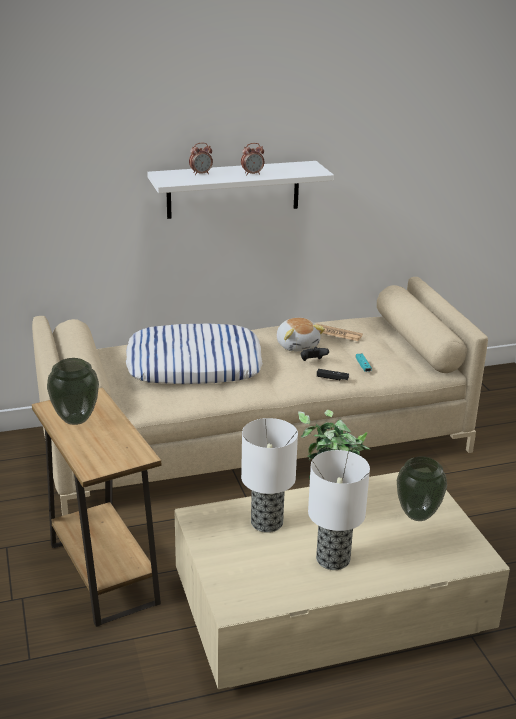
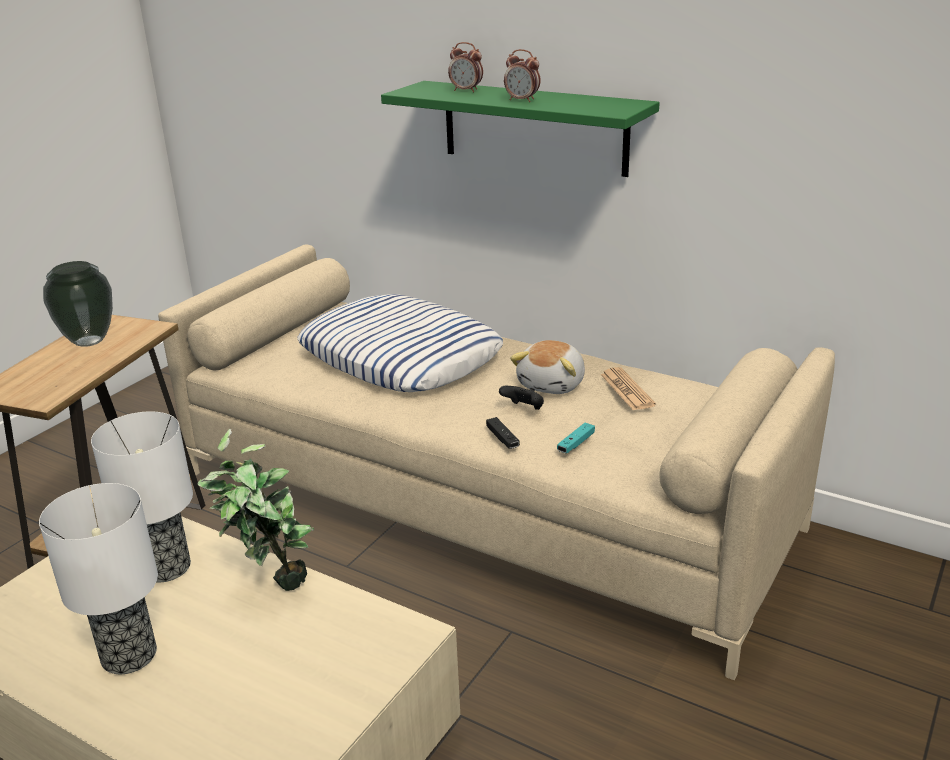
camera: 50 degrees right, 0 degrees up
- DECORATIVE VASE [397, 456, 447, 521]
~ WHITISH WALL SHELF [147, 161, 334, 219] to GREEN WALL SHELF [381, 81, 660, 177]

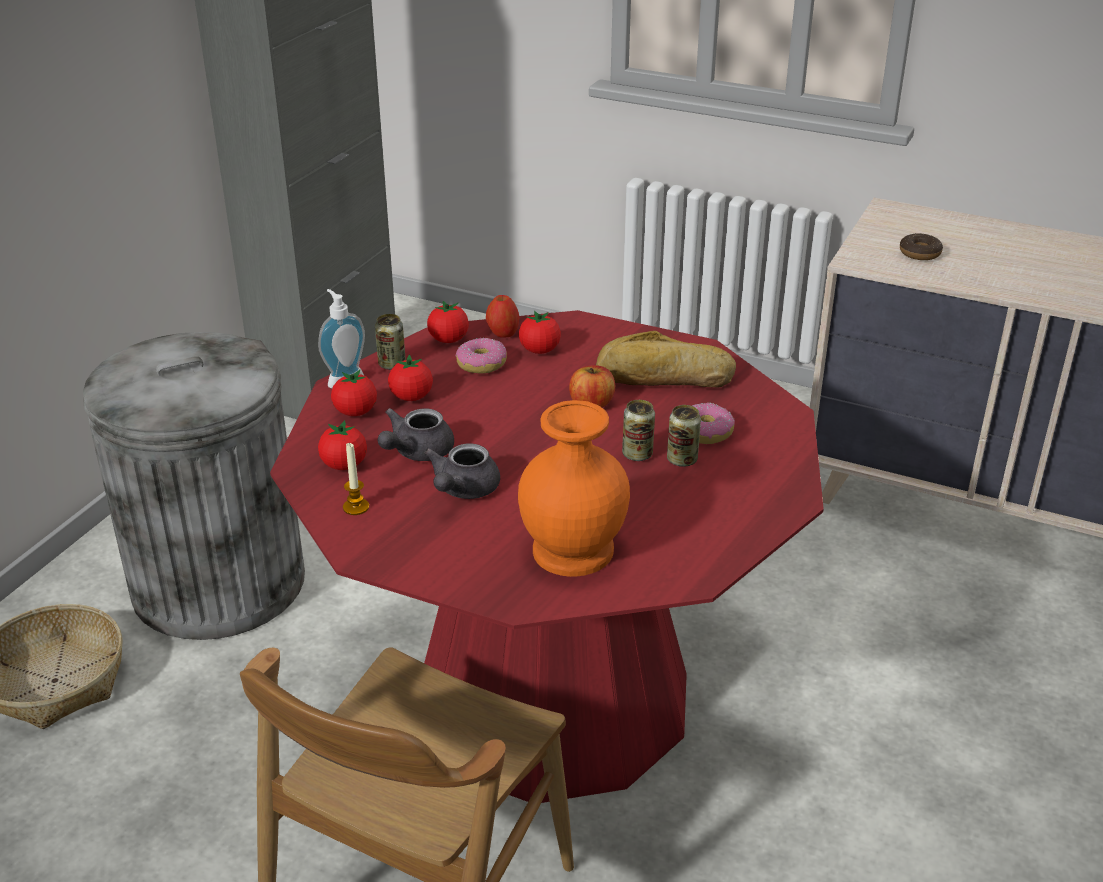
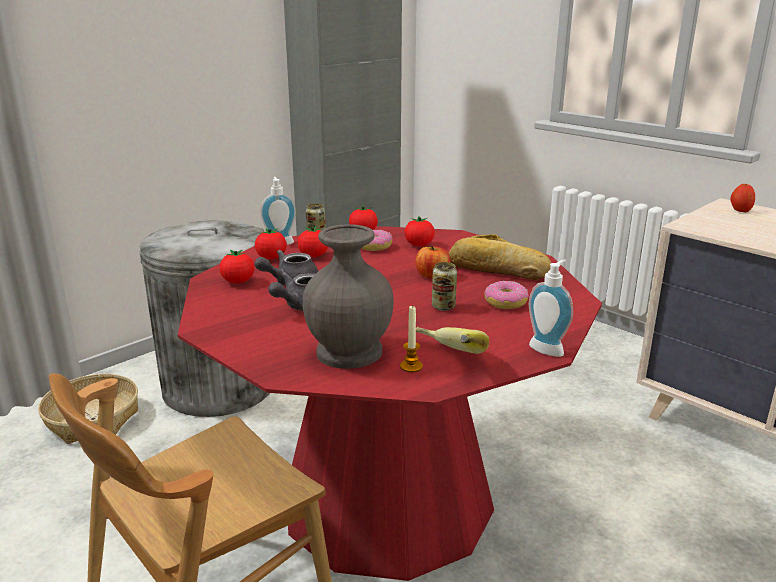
camera: 20 degrees right, 10 degrees down
- CAN [667, 405, 701, 467]
- DOUGHNUT [900, 233, 943, 260]
+ WHOLE BANANA [416, 327, 489, 354]
+ SOAP BOTTLE [529, 260, 573, 357]
~ WAX CANDLE [343, 442, 369, 515] to [400, 305, 423, 372]
~ APPLE FRUIT [486, 295, 519, 338] to [731, 183, 755, 213]
~ ORANGE-COLOURED DECORATIVE VASE [518, 400, 630, 577] to GREYISH DECORATIVE VASE [303, 224, 394, 369]

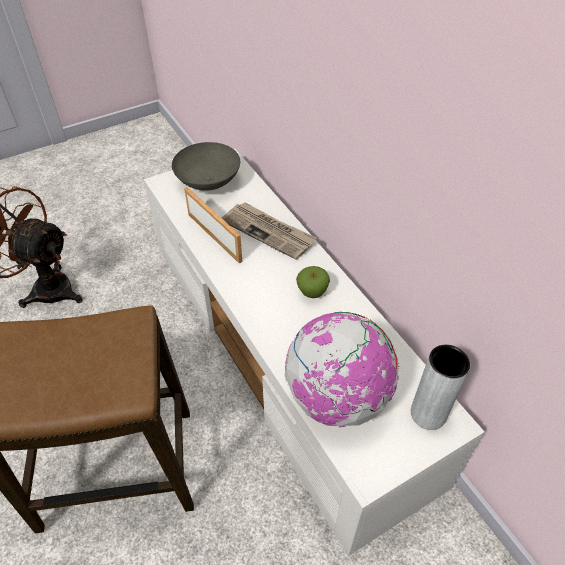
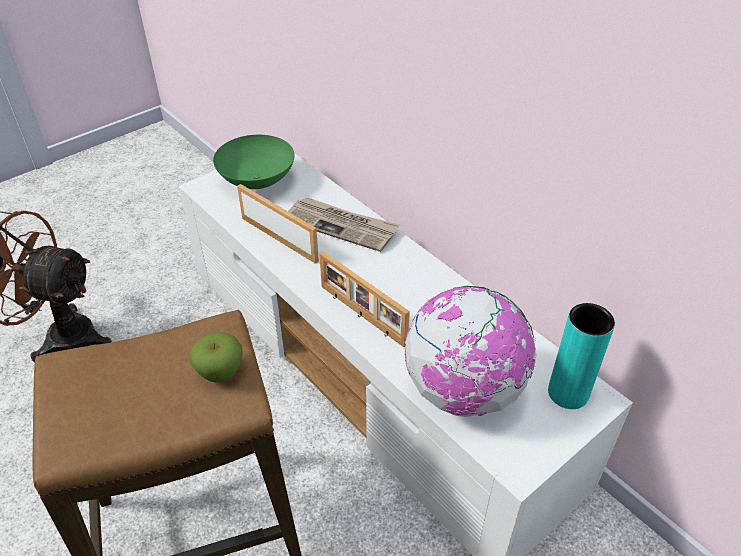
camera: 10 degrees left, 5 degrees down
+ STANDING FRAME [319, 251, 410, 347]
~ APPLE FRUIT [296, 266, 330, 298] to [189, 332, 243, 383]
~ GREYISH SERVING BOWL [172, 142, 240, 191] to GREEN SERVING BOWL [213, 135, 295, 189]
~ GREYISH DECORATIVE VASE [411, 344, 470, 430] to TURQUOISE-COLOURED DECORATIVE VASE [548, 303, 615, 409]

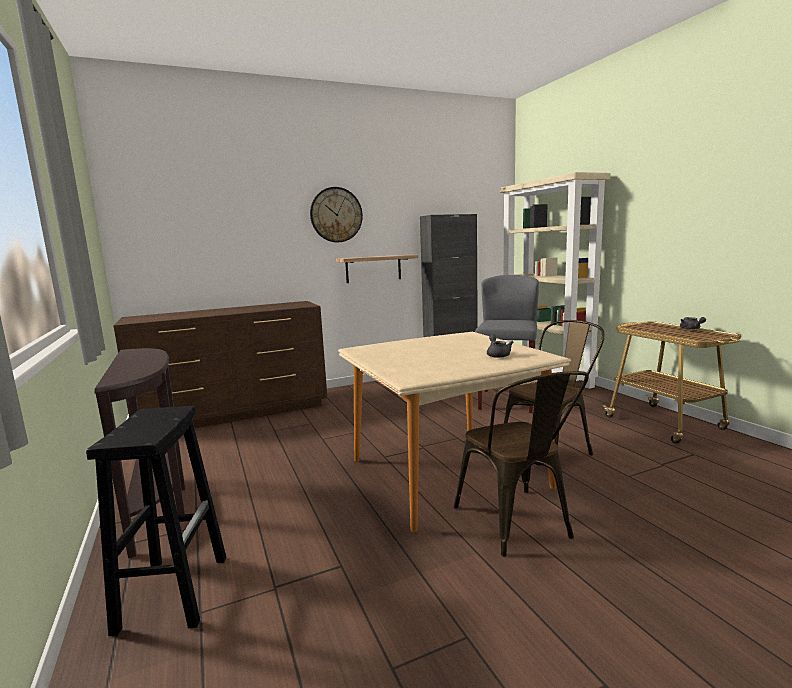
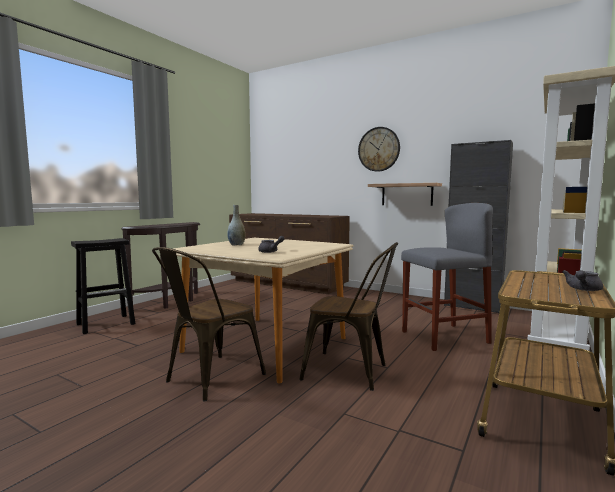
camera: 55 degrees right, 5 degrees down
+ GREYISH DECORATIVE VASE [227, 205, 246, 246]

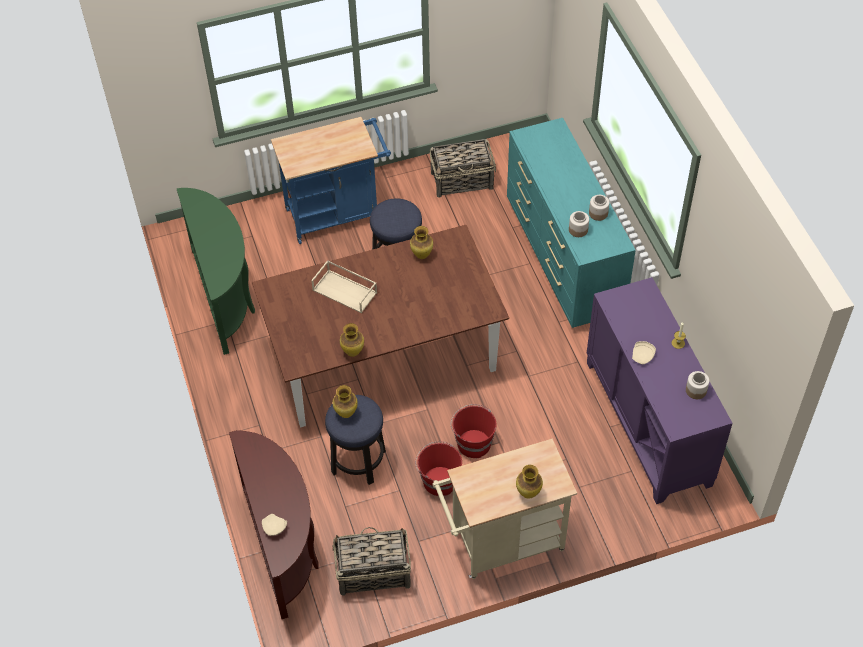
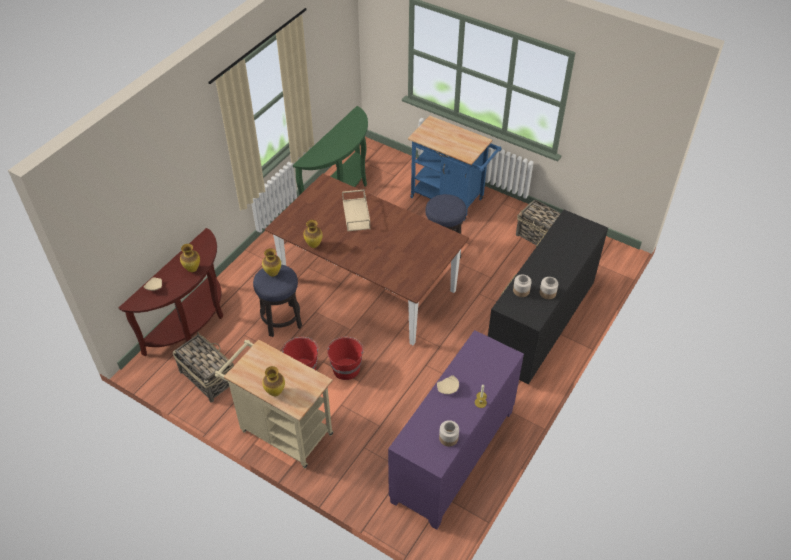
camera: 50 degrees right, 5 degrees down
~ DECORATIVE VASE [410, 226, 433, 259] to [180, 244, 200, 272]
~ TURQUOISE-COLOURED CHEST OF DRAWERS [507, 118, 636, 328] to BLACKISH CHEST OF DRAWERS [488, 210, 608, 384]

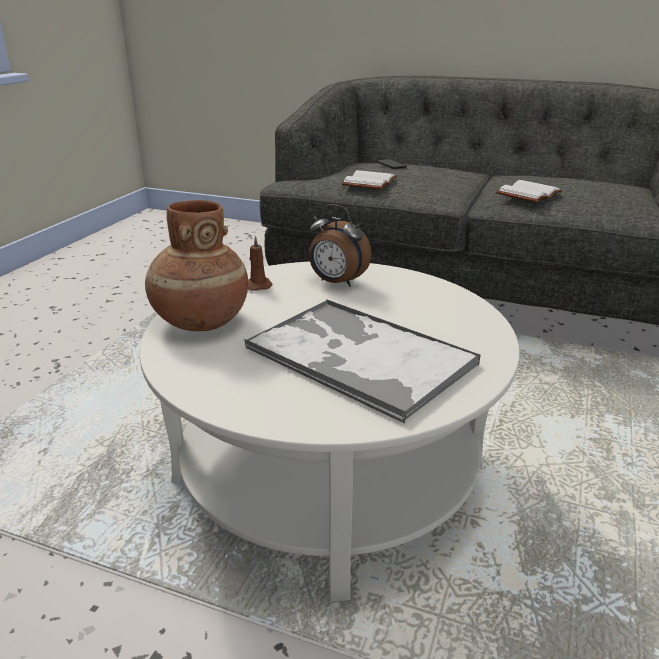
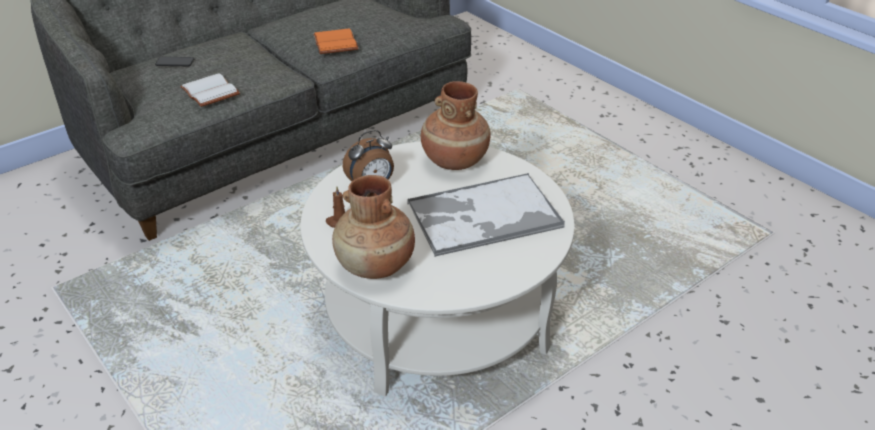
camera: 60 degrees left, 10 degrees up
+ BROWNISH DECORATIVE VASE [421, 81, 491, 170]
~ WHITISH BOOK [496, 180, 562, 203] to ORANGE-COLOURED BOOK [313, 28, 359, 54]

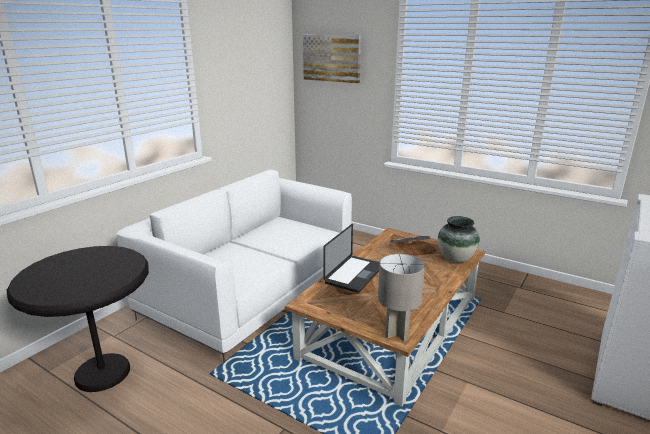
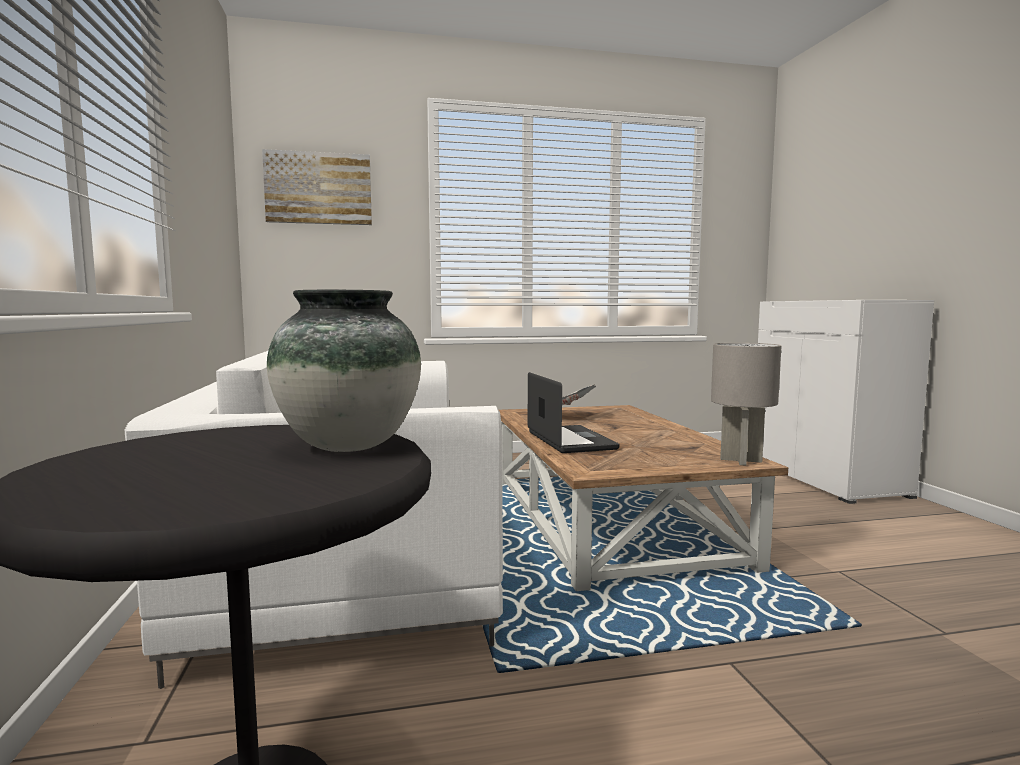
camera: 45 degrees left, 15 degrees down
~ DECORATIVE VASE [438, 216, 480, 263] to [267, 290, 421, 452]

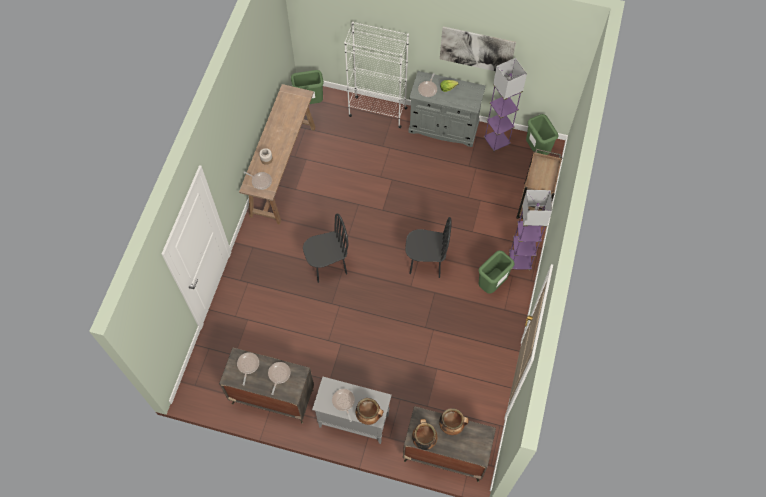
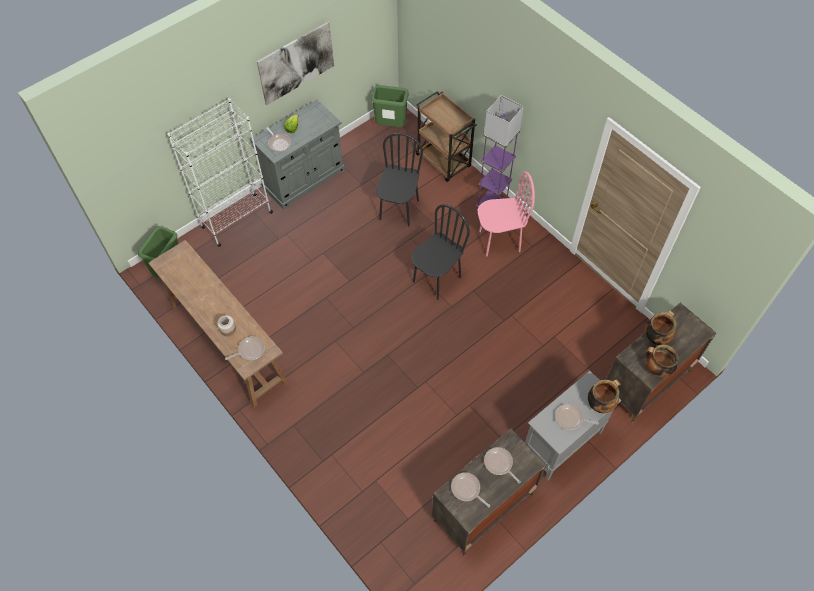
camera: 55 degrees left, 5 degrees down
- PURPLE-COLOURED STANDING LAMP [484, 58, 527, 152]
~ BLACKISH PLAIN CHAIR [303, 214, 348, 283] to [376, 133, 423, 226]
~ GREEN RUBBISH BIN [478, 250, 515, 294] to PINK PLAIN CHAIR [477, 172, 535, 256]

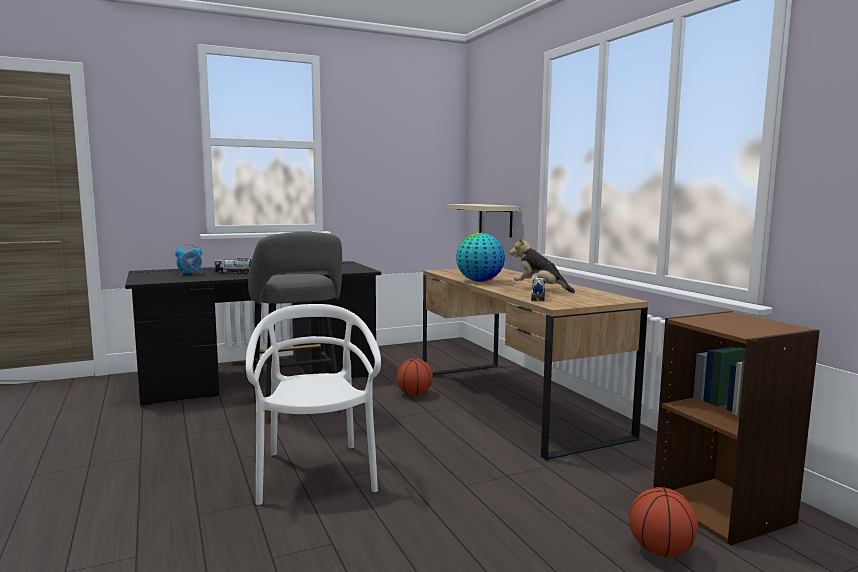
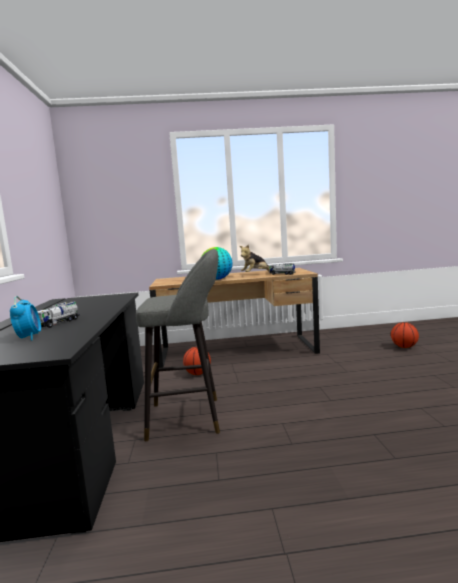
camera: 70 degrees left, 0 degrees up
- WHITISH PLAIN CHAIR [246, 304, 381, 505]
- BEIGE-COLOURED WALL SHELF [446, 204, 519, 237]
- BROWNISH BOOKSHELF [653, 311, 820, 545]

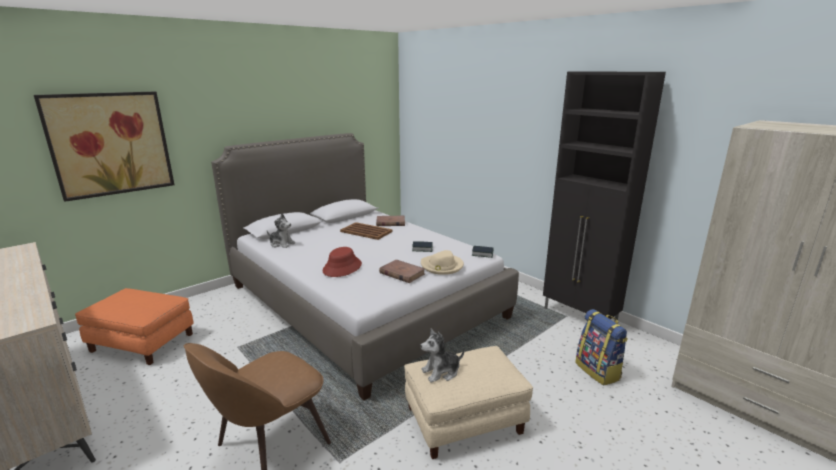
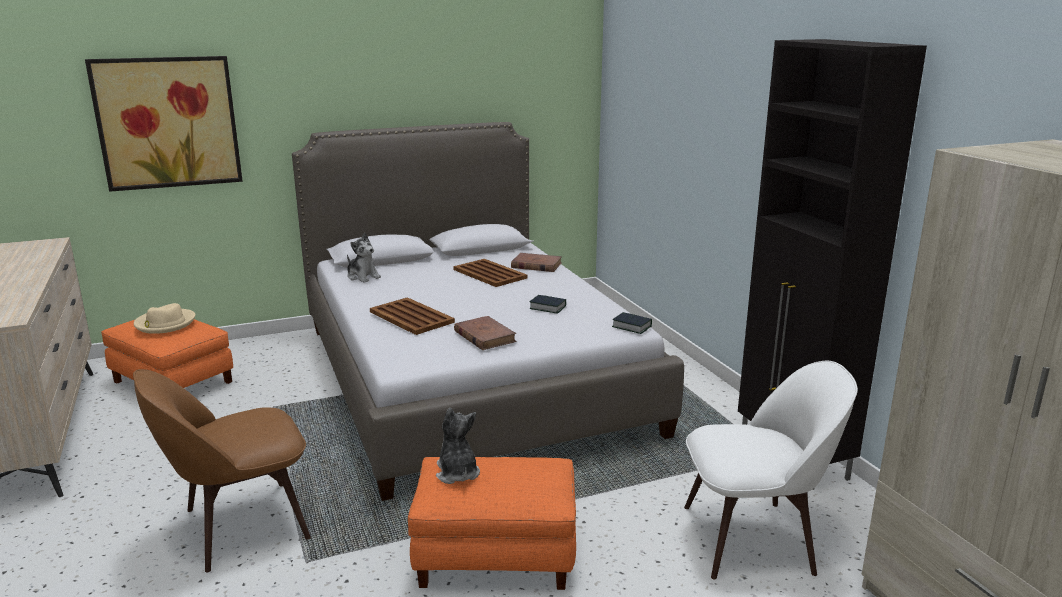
camera: 20 degrees right, 0 degrees up
~ BEIGE-COLOURED CLOTHING HAT [421, 250, 464, 275] to [134, 303, 195, 334]
~ RED CLOTHING HAT [323, 247, 362, 277] to BROWNISH TRAY [370, 297, 455, 335]
~ KNAPSACK [575, 309, 628, 386] to WHITISH PLAIN CHAIR [684, 361, 858, 580]
~ BEIGE-COLOURED FOOTREST [404, 346, 533, 459] to ORANGE-COLOURED FOOTREST [408, 457, 576, 590]
~ CUDDLY TOY [420, 329, 465, 383] = [436, 408, 480, 484] 75 degrees clockwise

